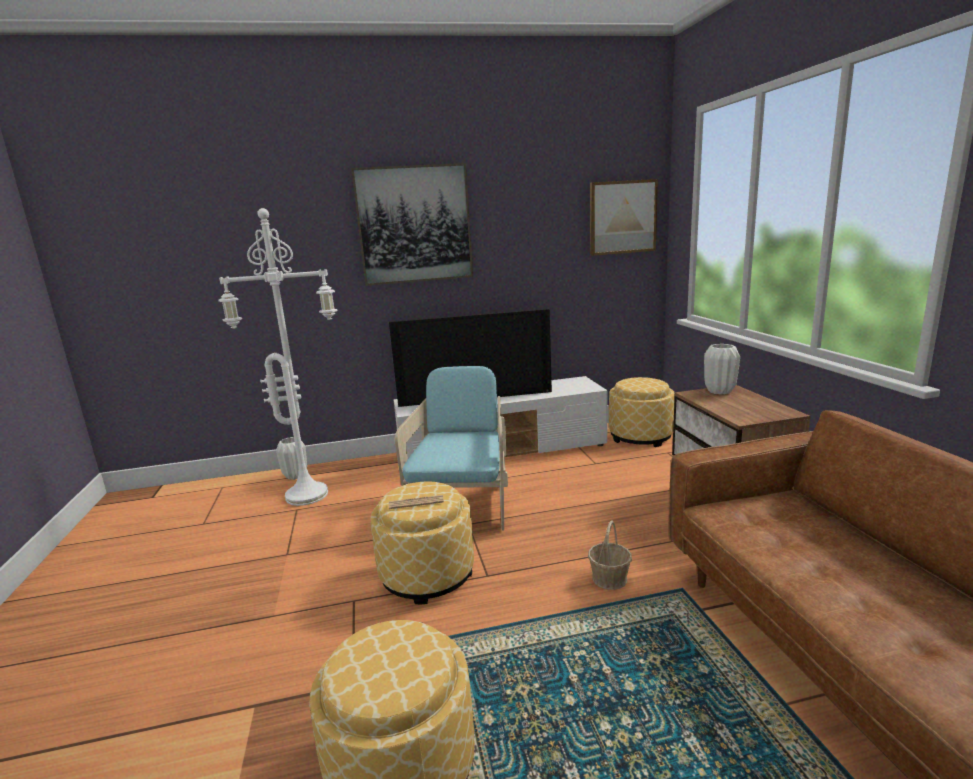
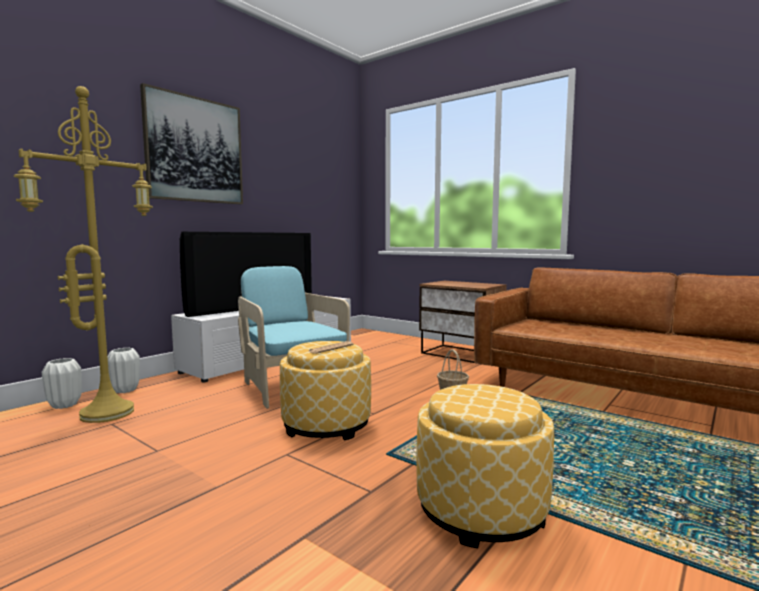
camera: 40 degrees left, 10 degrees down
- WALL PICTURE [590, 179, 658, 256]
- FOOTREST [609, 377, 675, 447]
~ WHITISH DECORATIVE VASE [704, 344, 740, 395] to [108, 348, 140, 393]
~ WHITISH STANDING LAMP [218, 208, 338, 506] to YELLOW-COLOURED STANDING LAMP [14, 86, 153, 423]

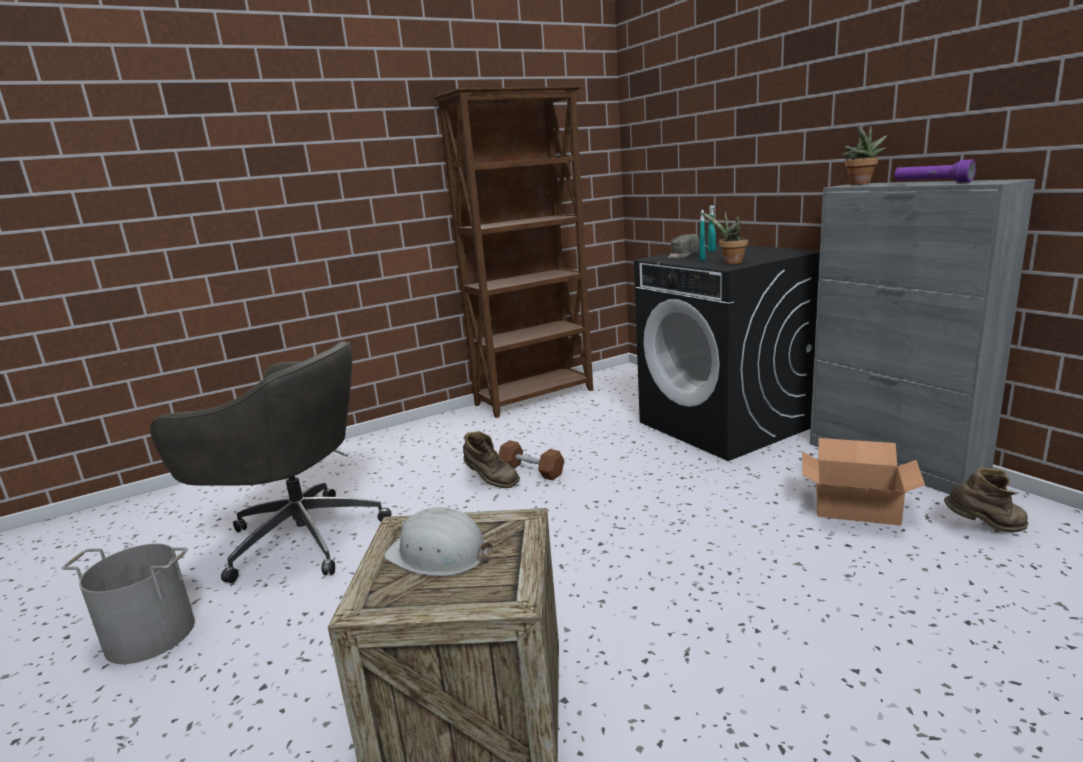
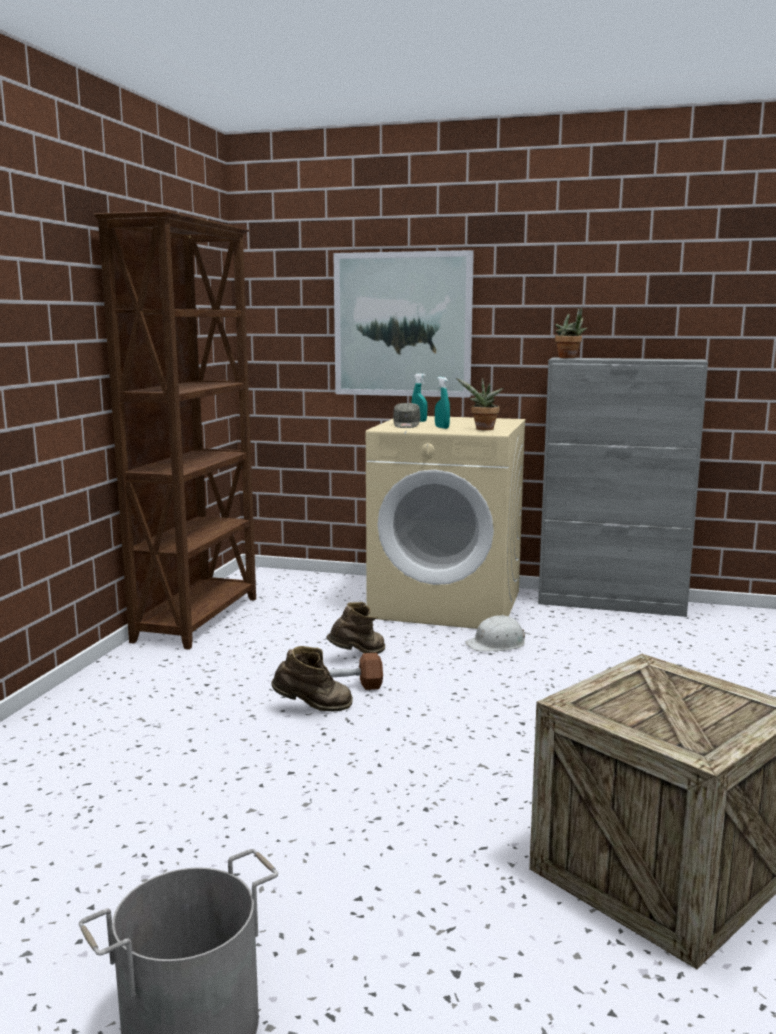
camera: 45 degrees left, 5 degrees down
- GREYISH COMPUTER CHAIR [150, 341, 392, 583]
- CARTON [802, 438, 925, 526]
- PURPLE-COLOURED TORCH [894, 159, 976, 183]
+ WALL PICTURE [333, 250, 474, 398]
~ WHITISH SAFETY HELMET [384, 507, 493, 576] to [465, 615, 525, 651]
~ BROWNISH BOOT [944, 467, 1028, 532] to [326, 602, 385, 654]
~ BLACKISH LAUNDRY MACHINE [634, 245, 820, 461] to BEIGE-COLOURED LAUNDRY MACHINE [366, 416, 526, 629]

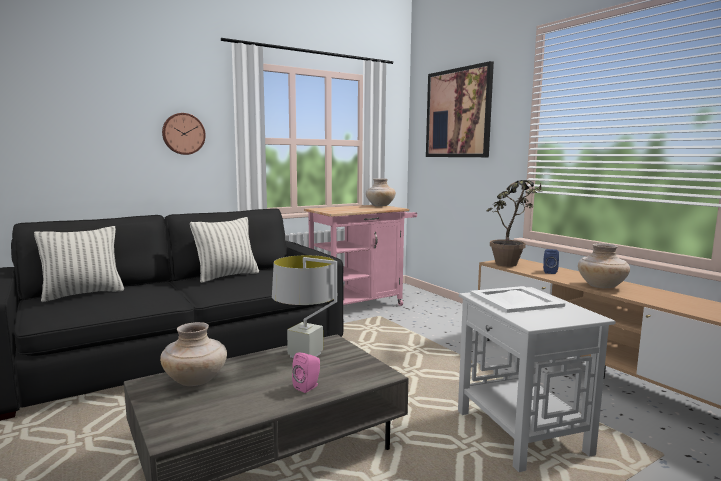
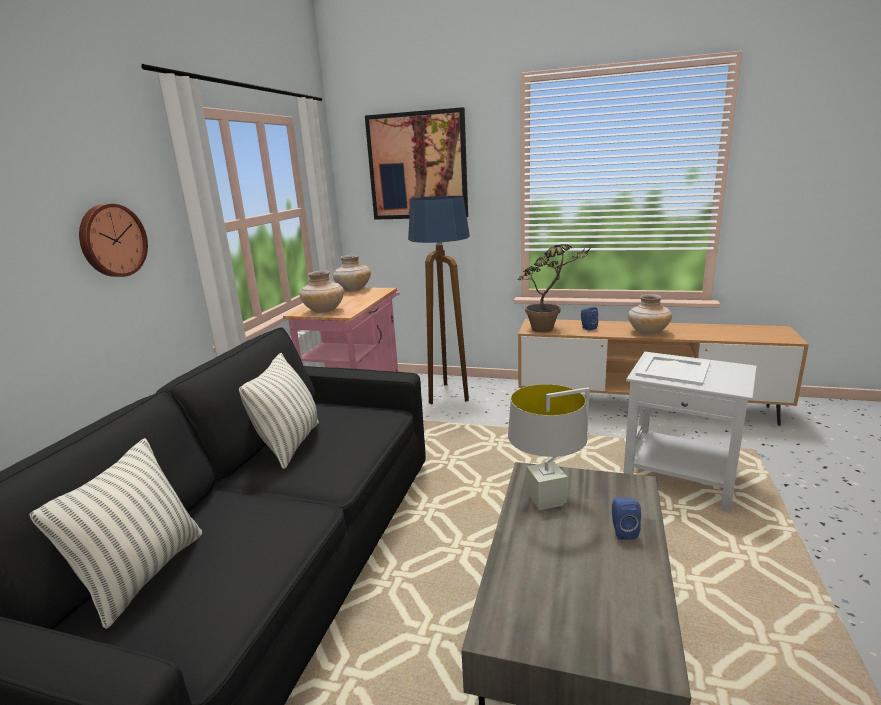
camera: 40 degrees left, 10 degrees up
+ STANDING LAMP [408, 196, 470, 404]
~ BEIGE-COLOURED DECORATIVE VASE [160, 322, 227, 386] to [300, 271, 344, 313]
~ PINK AUDIO SPEAKER [292, 353, 320, 393] to BLUISH AUDIO SPEAKER [612, 497, 641, 540]

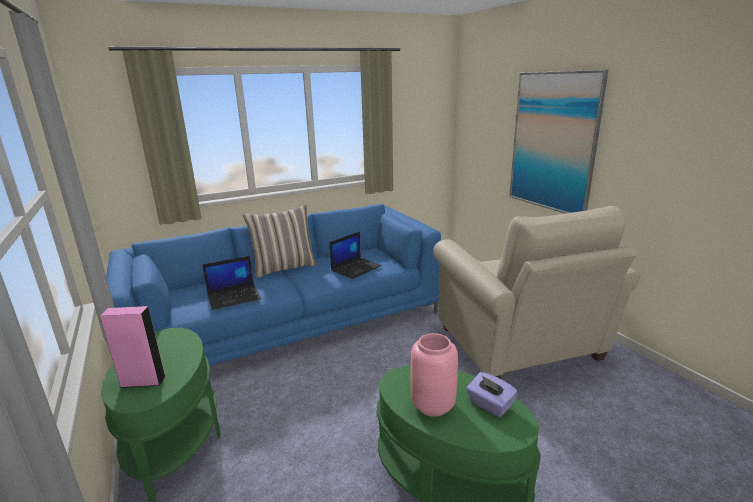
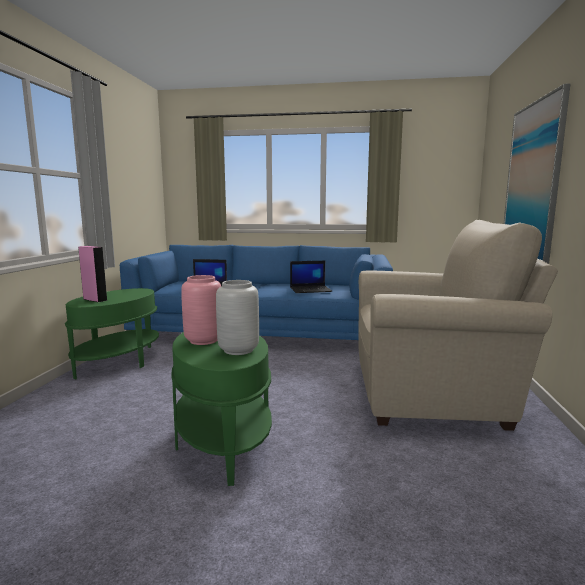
camera: 35 degrees right, 10 degrees down
- CUSHION [243, 205, 317, 278]
~ PURPLE-COLOURED BOX OF TISSUES [466, 372, 517, 417] to GREYISH DECORATIVE VASE [216, 280, 259, 355]
~ BEIGE-COLOURED ARMCHAIR [433, 206, 640, 378] = [358, 220, 558, 431] 105 degrees counterclockwise

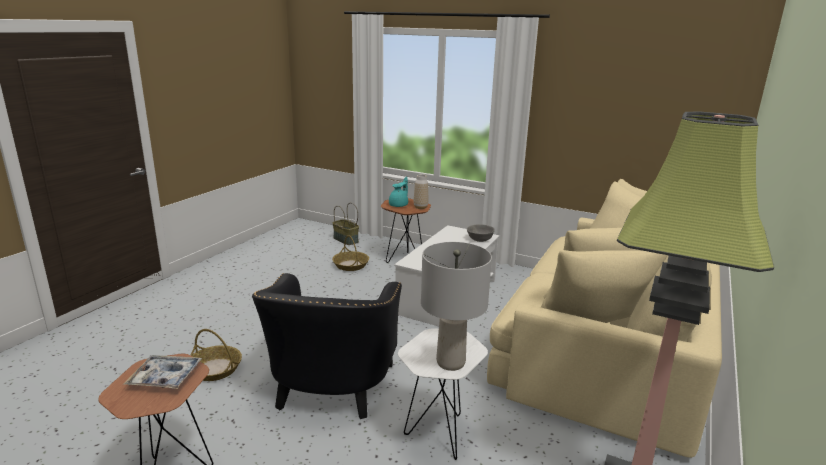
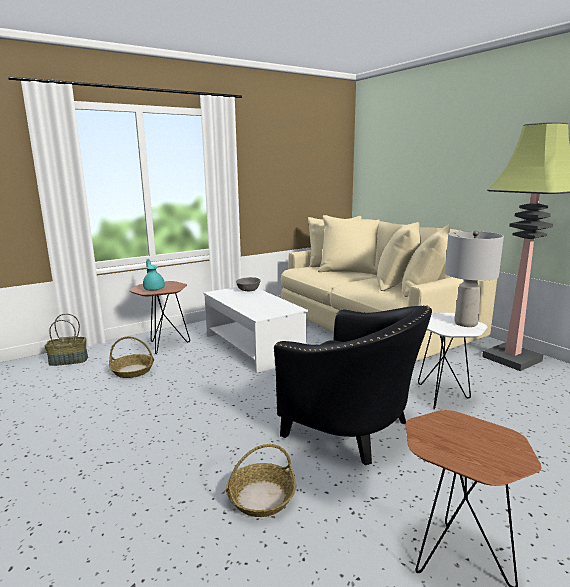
camera: 60 degrees left, 5 degrees down
- TRAY [123, 355, 202, 389]
- DECORATIVE VASE [414, 174, 428, 209]

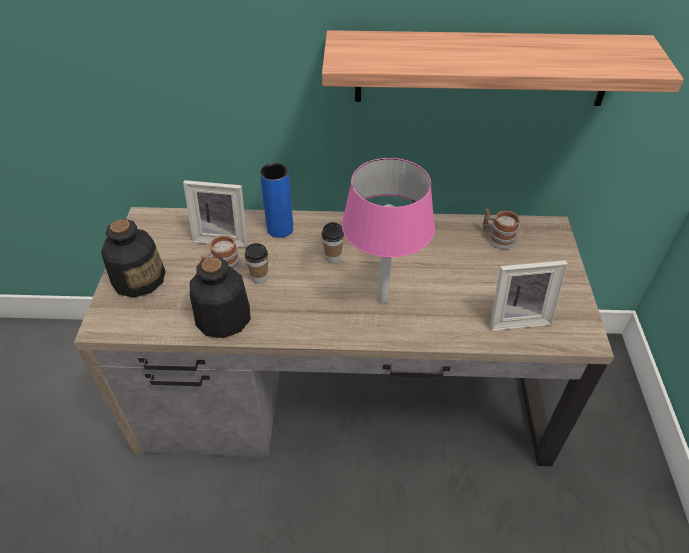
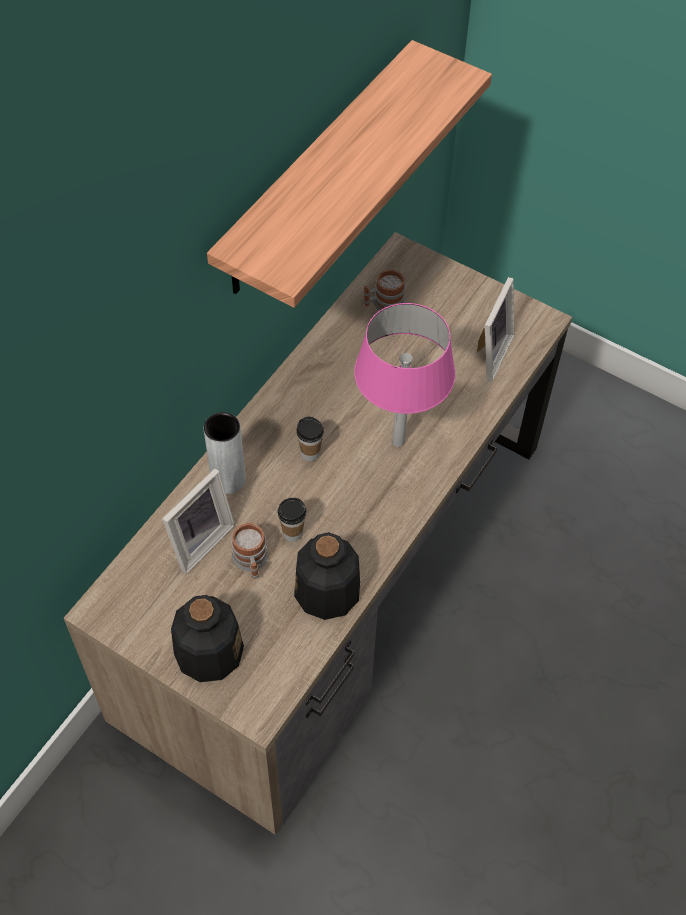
camera: 60 degrees left, 10 degrees up
~ BLUISH DECORATIVE VASE [260, 163, 293, 238] to GREYISH DECORATIVE VASE [204, 412, 246, 494]

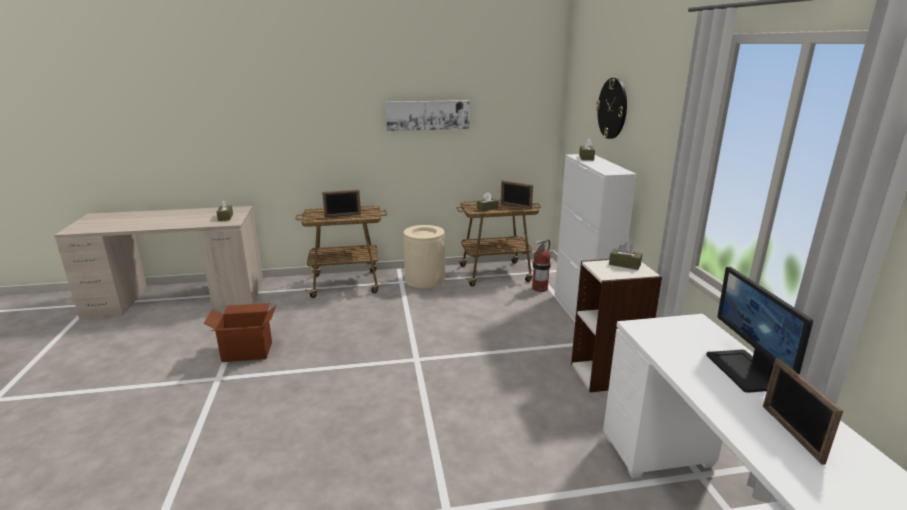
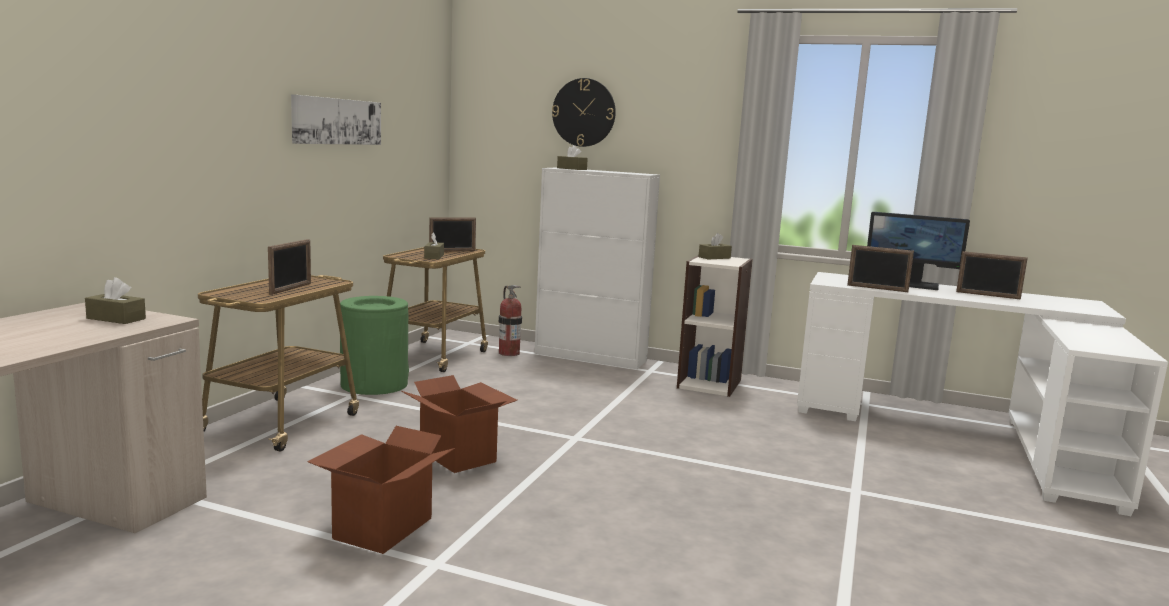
camera: 60 degrees left, 10 degrees down
+ CARTON [401, 375, 517, 473]
+ STANDING FRAME [847, 245, 914, 292]
~ BEIGE-COLOURED RUBBISH BIN [403, 225, 445, 288] to GREEN RUBBISH BIN [340, 296, 409, 395]

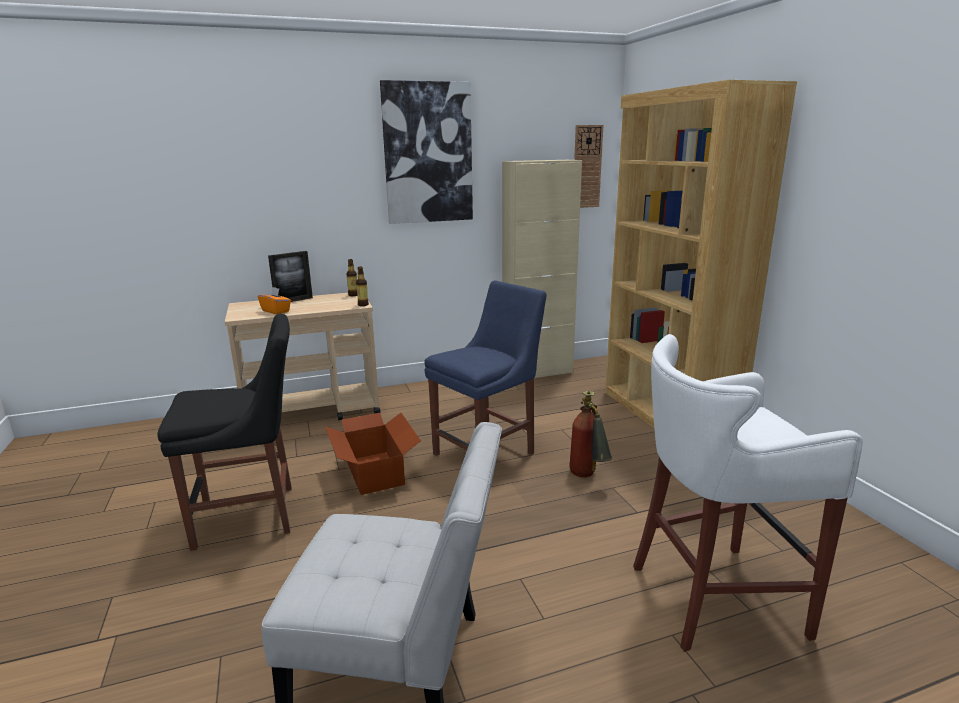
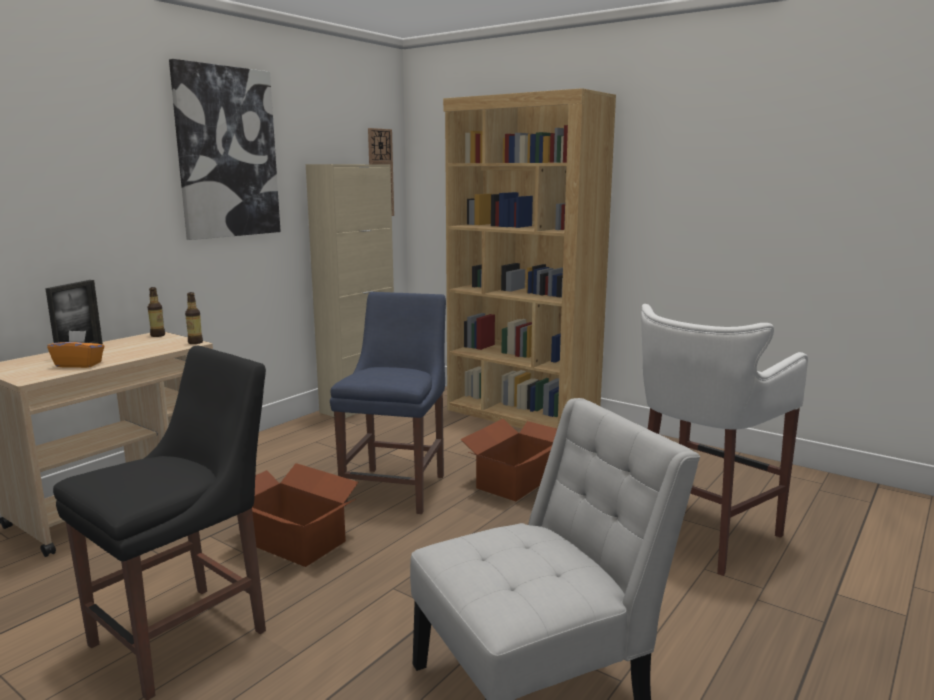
camera: 35 degrees left, 5 degrees down
~ FIRE EXTINGUISHER [569, 391, 612, 478] to CARTON [461, 419, 557, 501]

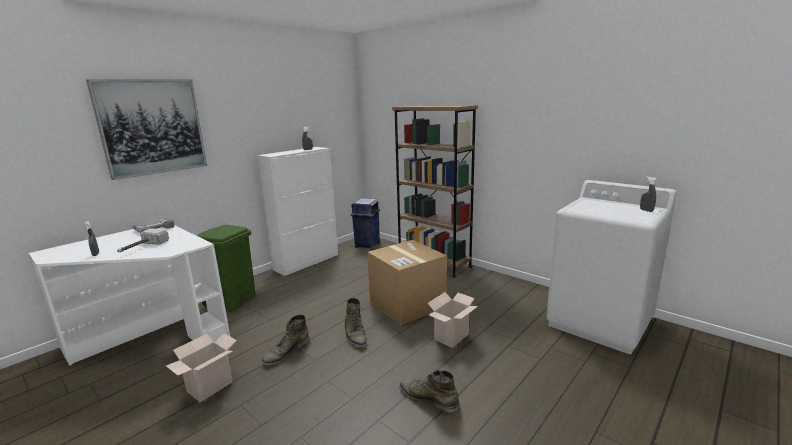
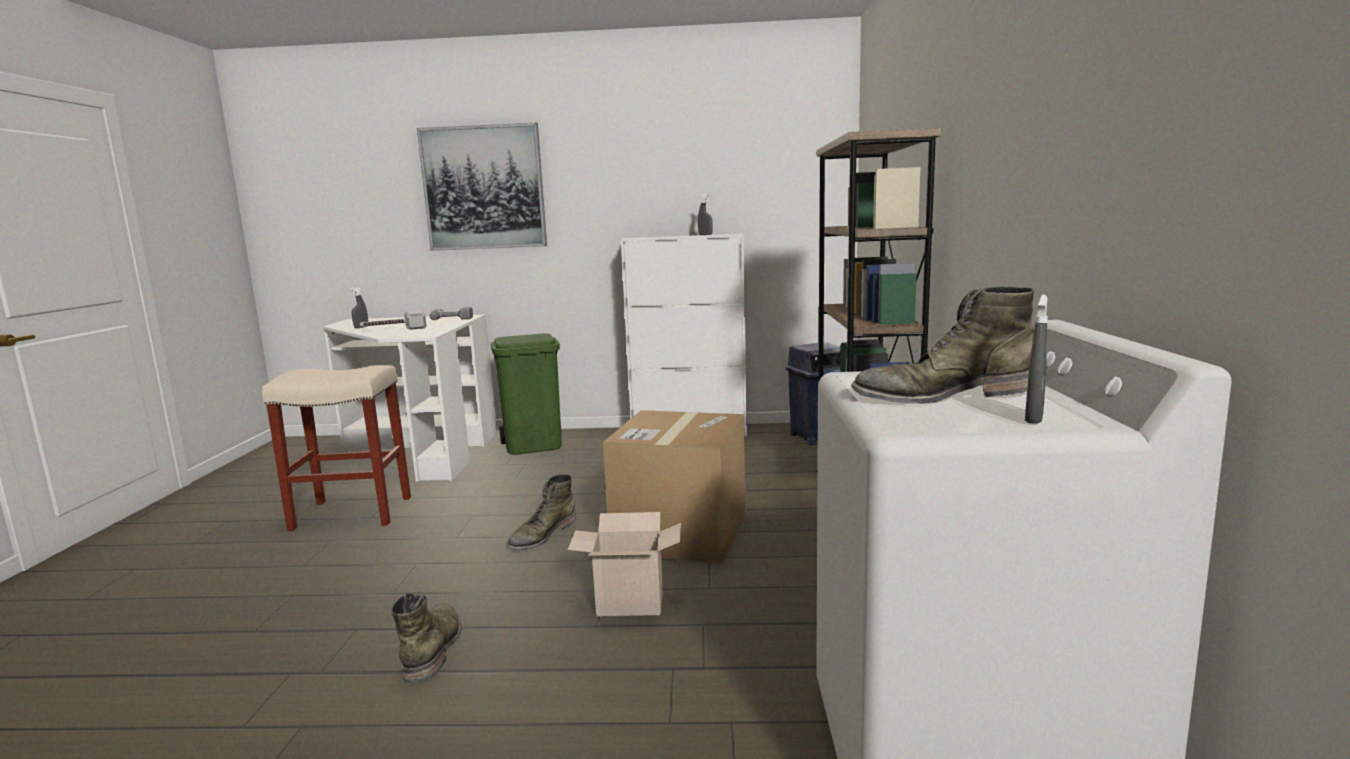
camera: 50 degrees right, 5 degrees down
~ GREEN BOOT [261, 315, 309, 366] to [851, 286, 1034, 404]
~ CARTON [166, 333, 237, 402] to BEIGE-COLOURED SITTING STOOL [262, 365, 411, 531]

